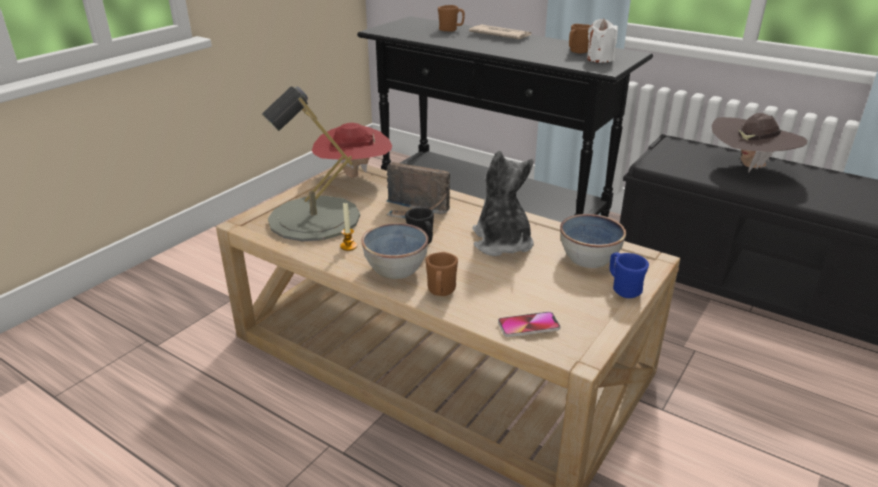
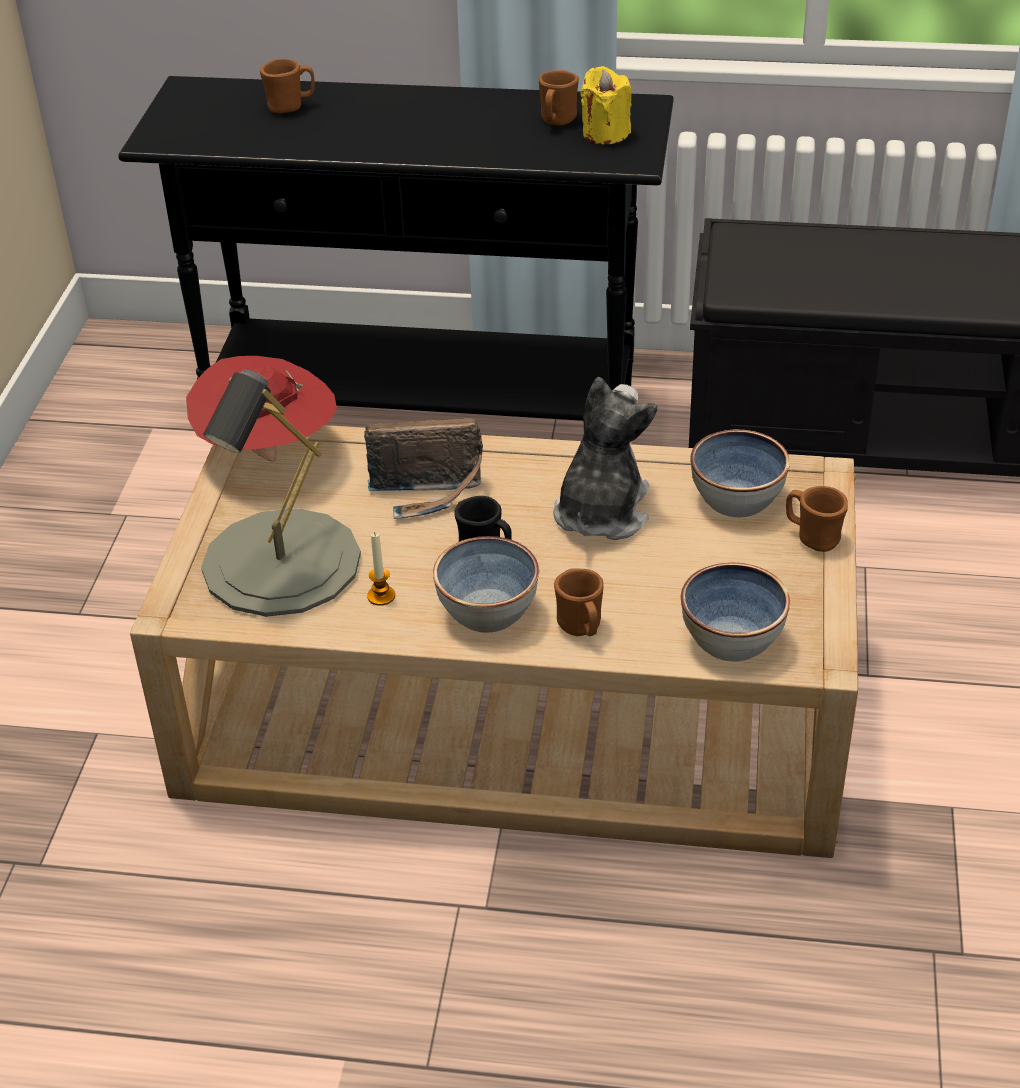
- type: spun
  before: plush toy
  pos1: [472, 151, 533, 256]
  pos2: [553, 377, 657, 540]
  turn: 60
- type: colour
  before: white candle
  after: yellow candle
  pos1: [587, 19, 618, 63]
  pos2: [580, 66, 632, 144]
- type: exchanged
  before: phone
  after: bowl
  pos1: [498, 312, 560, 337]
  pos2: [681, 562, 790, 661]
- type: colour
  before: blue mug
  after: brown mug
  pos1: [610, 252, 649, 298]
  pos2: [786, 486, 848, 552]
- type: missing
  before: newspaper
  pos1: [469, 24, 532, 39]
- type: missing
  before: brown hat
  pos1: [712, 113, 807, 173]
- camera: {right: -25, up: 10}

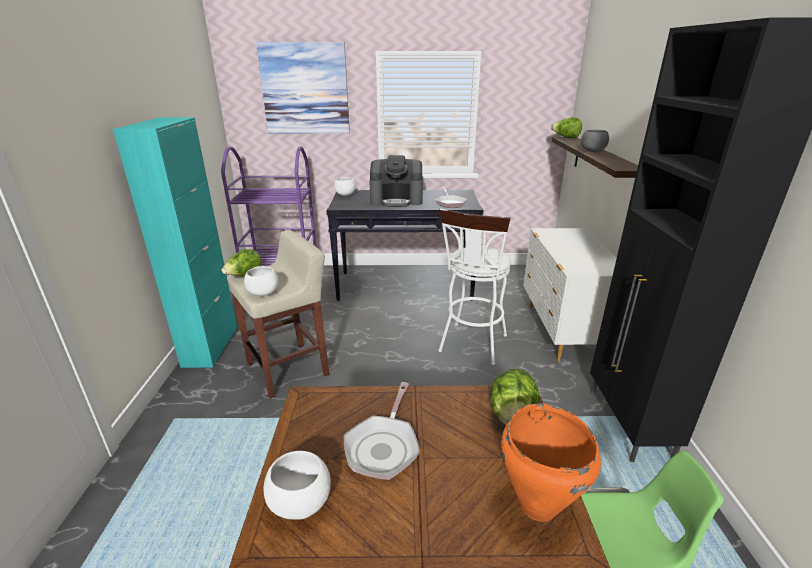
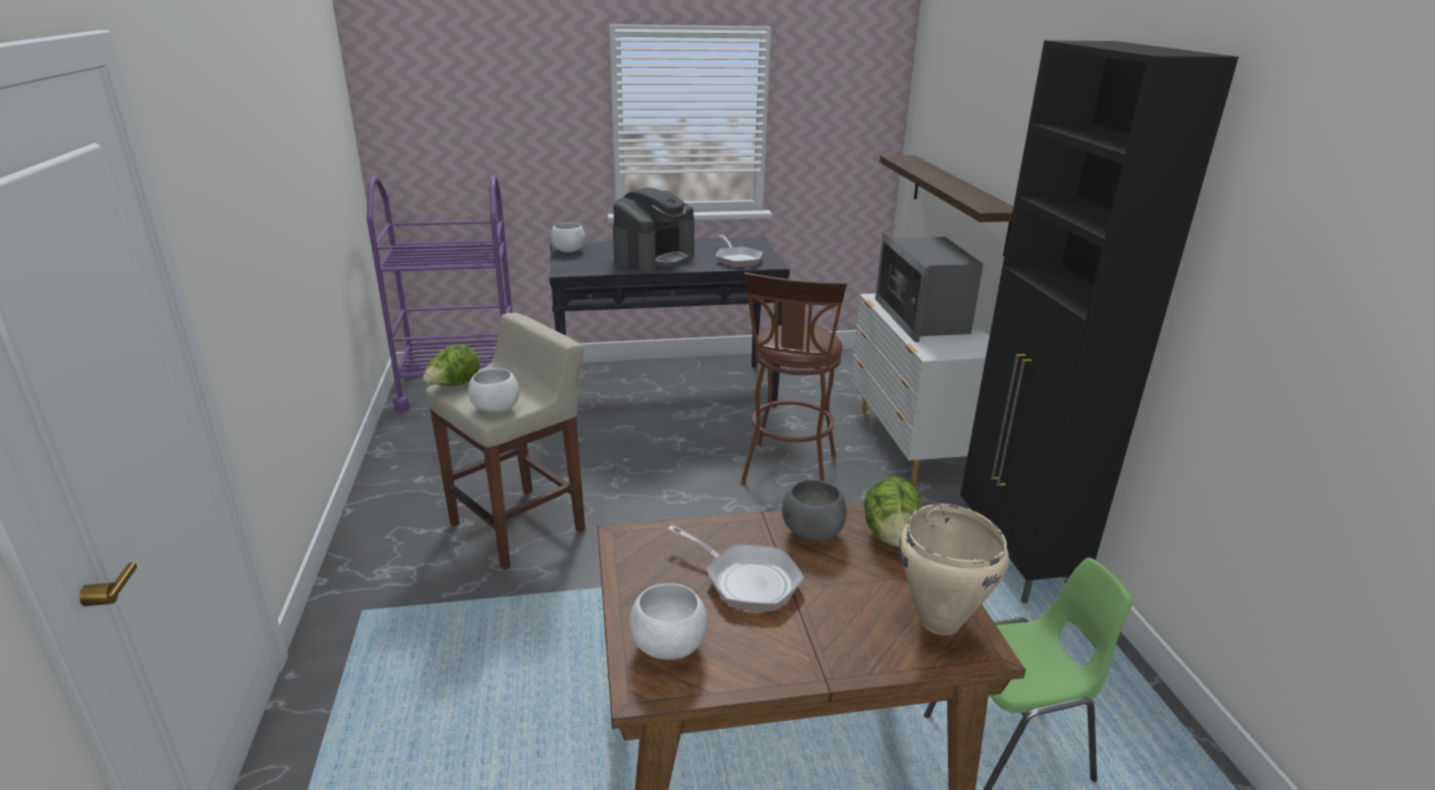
- type: spun
  before: coffee machine
  pos1: [369, 155, 423, 207]
  pos2: [613, 187, 694, 272]
  turn: -45
- type: spun
  before: frying pan
  pos1: [344, 382, 420, 480]
  pos2: [666, 525, 804, 611]
  turn: -60
- type: colour
  before: white stool
  after: brown stool
  pos1: [438, 208, 511, 365]
  pos2: [740, 272, 847, 485]
- type: relocated
  before: grey bowl
  pos1: [581, 130, 609, 152]
  pos2: [782, 479, 847, 541]
- type: appeared
  after: microwave
  pos2: [875, 232, 983, 342]
- type: colour
  before: orange cooking pot
  after: beige cooking pot
  pos1: [501, 403, 601, 522]
  pos2: [899, 504, 1009, 635]
- type: missing
  before: turquoise cabinet
  pos1: [113, 117, 237, 368]
- type: missing
  before: picture
  pos1: [256, 42, 350, 134]
- type: missing
  before: lettuce
  pos1: [551, 117, 582, 138]
- camera: {right: -10, up: 0}

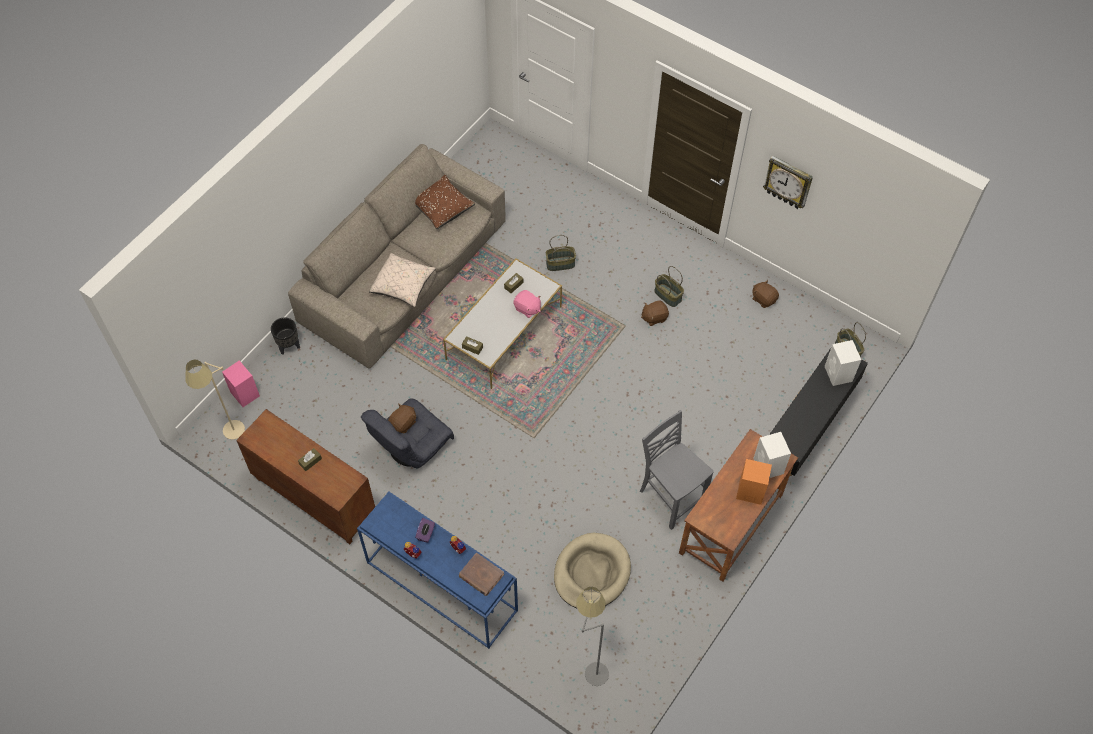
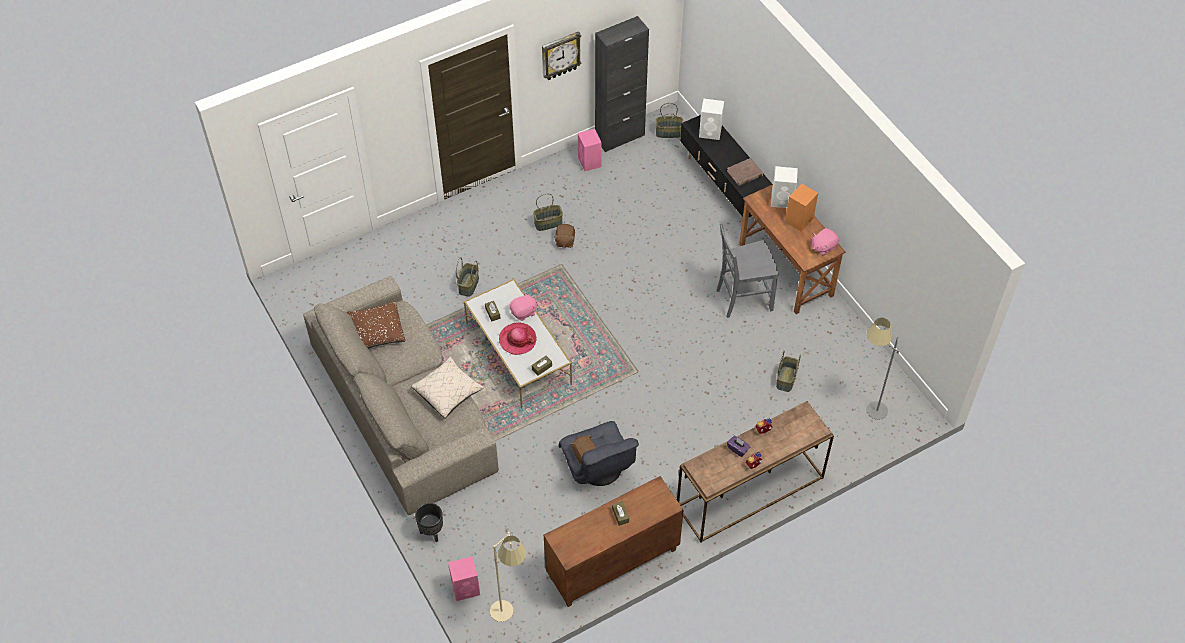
- type: appeared
  after: hat
  pos2: [499, 323, 536, 355]
- type: exchanged
  before: brown plush toy
  after: pink speaker
  pos1: [753, 280, 779, 308]
  pos2: [578, 129, 602, 171]
- type: appeared
  after: black cabinet
  pos2: [595, 16, 649, 152]
- type: colour
  before: blue console table
  after: brown console table
  pos1: [357, 492, 518, 649]
  pos2: [677, 401, 834, 543]
- type: relocated
  before: brown book
  pos1: [459, 553, 504, 596]
  pos2: [727, 158, 763, 186]
- type: exchanged
  before: beige dog bed
  after: basket
  pos1: [554, 533, 631, 608]
  pos2: [776, 350, 801, 392]
- type: appeared
  after: pink plush toy
  pos2: [812, 228, 839, 256]
- camera: {right: -65, up: -5}

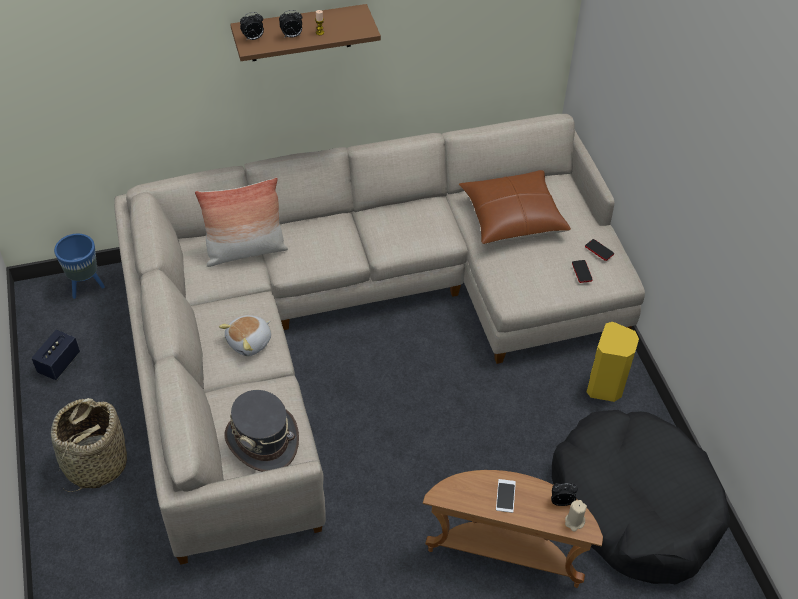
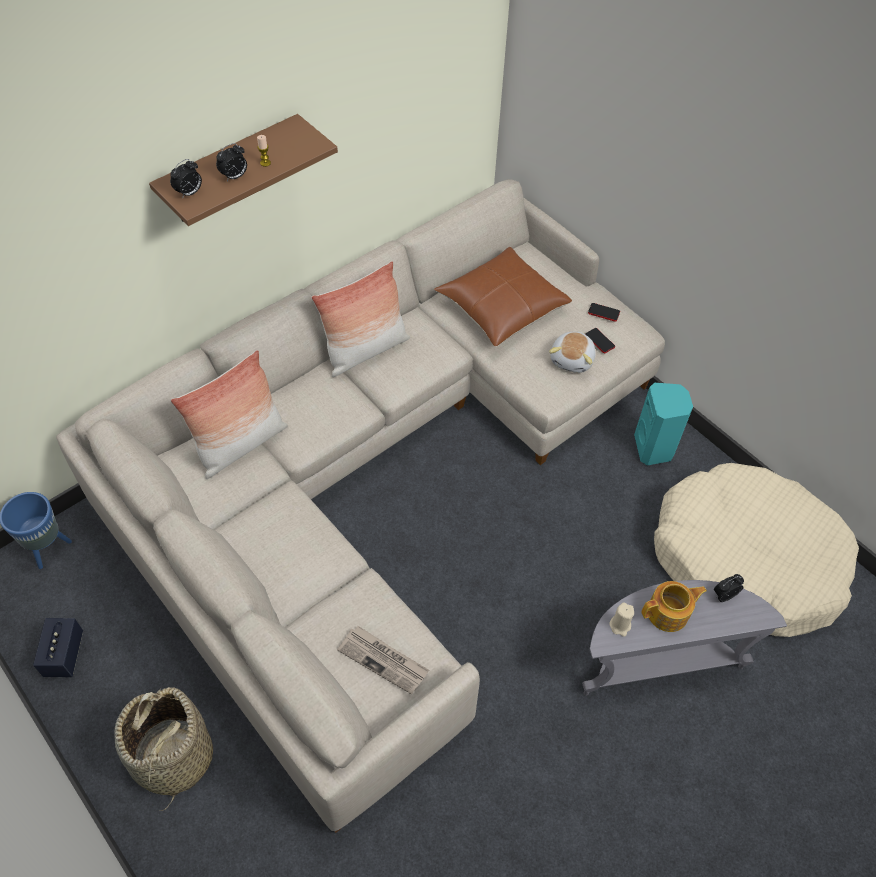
- type: appeared
  after: pillow
  pos2: [311, 261, 410, 377]
- type: exchanged
  before: grey hat
  after: newspaper
  pos1: [225, 390, 299, 472]
  pos2: [337, 626, 429, 695]
- type: relocated
  before: plush toy
  pos1: [219, 315, 271, 356]
  pos2: [549, 331, 596, 373]
- type: colour
  before: brown side table
  after: grey side table
  pos1: [423, 470, 603, 588]
  pos2: [582, 580, 787, 696]
- type: relocated
  before: beige candle
  pos1: [565, 500, 587, 532]
  pos2: [609, 602, 634, 637]
- type: colour
  before: yellow speaker
  after: turquoise speaker
  pos1: [587, 322, 639, 402]
  pos2: [634, 383, 693, 465]
- type: exchanged
  before: phone
  after: teapot
  pos1: [496, 479, 516, 513]
  pos2: [642, 581, 707, 632]
- type: colour
  before: black dog bed
  after: beige dog bed
  pos1: [552, 410, 730, 584]
  pos2: [654, 463, 859, 637]
- camera: {right: -25, up: 5}

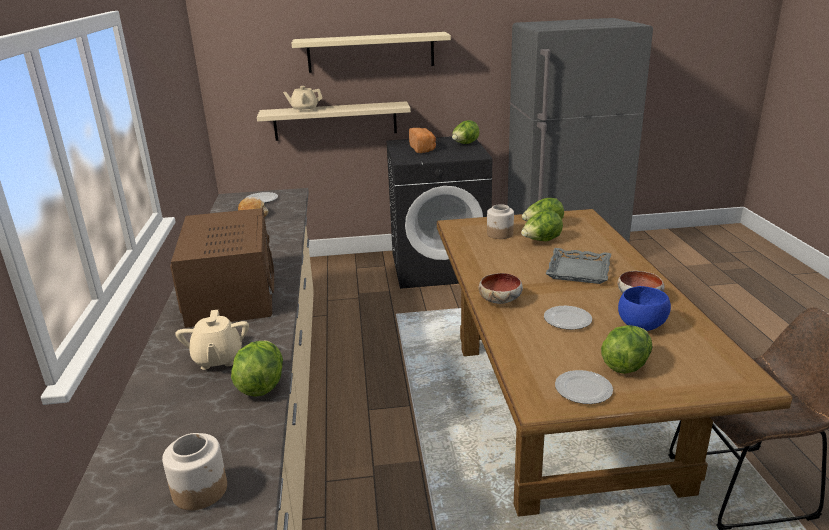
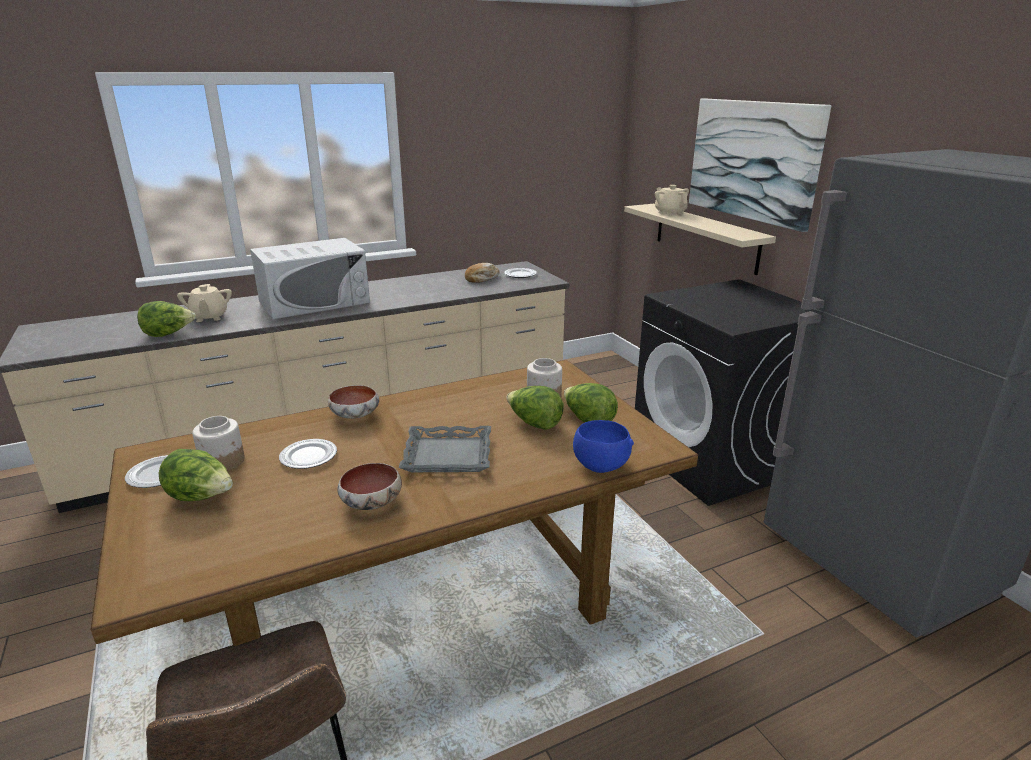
- type: spun
  before: beige teapot
  pos1: [175, 310, 249, 370]
  pos2: [177, 284, 232, 322]
  turn: -75
- type: relocated
  before: jar
  pos1: [162, 433, 227, 510]
  pos2: [192, 416, 245, 471]
- type: colour
  before: brown microwave
  after: white microwave
  pos1: [170, 208, 274, 328]
  pos2: [250, 238, 370, 319]
- type: relocated
  before: blue bowl
  pos1: [618, 286, 671, 331]
  pos2: [573, 420, 634, 473]
- type: exchanged
  before: beige shelf
  after: picture
  pos1: [292, 32, 451, 73]
  pos2: [689, 99, 832, 232]
- type: missing
  before: bread
  pos1: [409, 128, 436, 153]
- type: missing
  before: lettuce
  pos1: [452, 120, 479, 144]
- camera: {right: 70, up: 0}

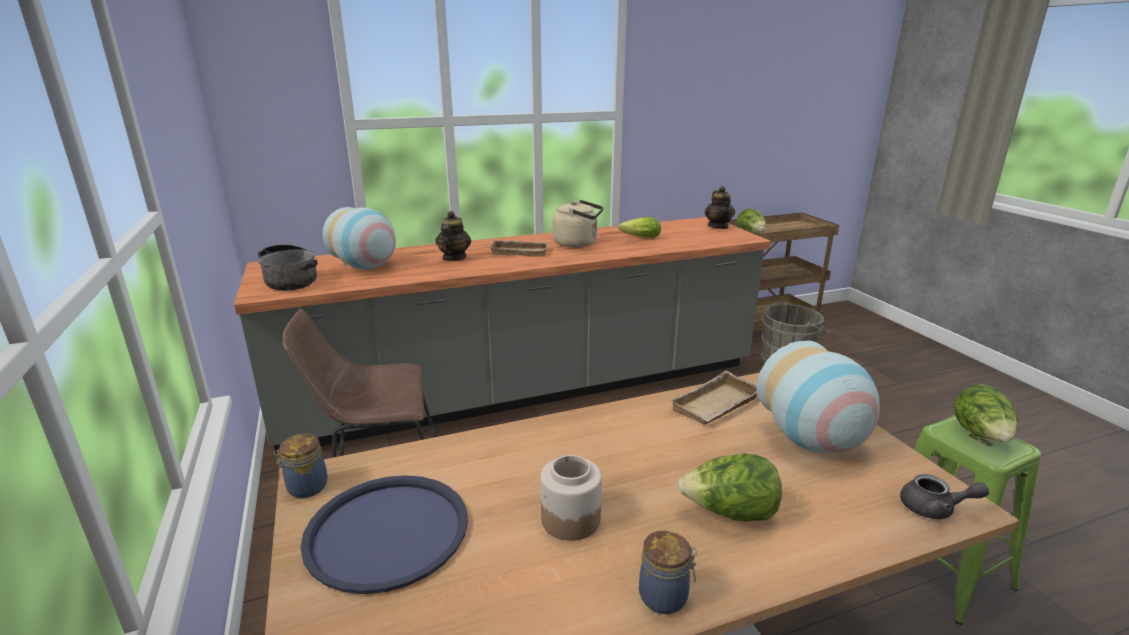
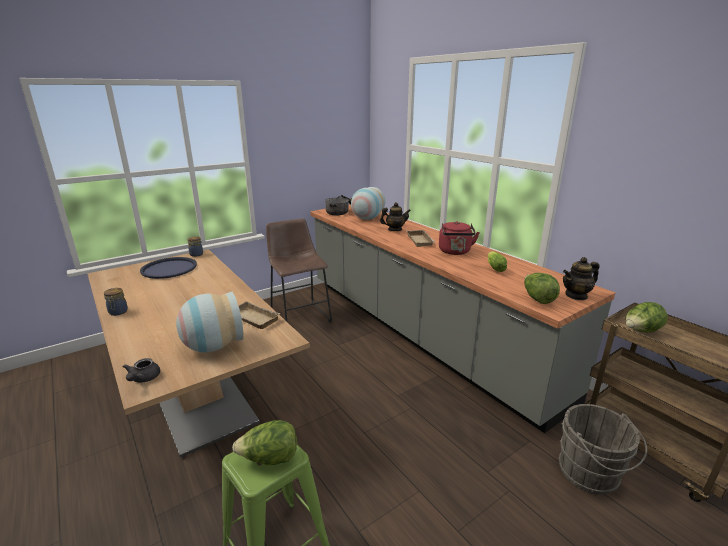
- type: colour
  before: beige kettle
  after: red kettle
  pos1: [553, 200, 604, 248]
  pos2: [439, 221, 480, 255]
- type: relocated
  before: lettuce
  pos1: [678, 454, 782, 522]
  pos2: [524, 273, 560, 304]
- type: missing
  before: jar
  pos1: [540, 455, 602, 541]
- camera: {right: 75, up: 0}

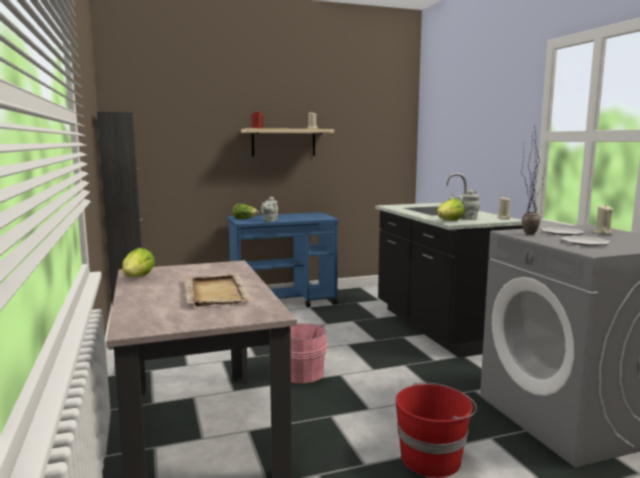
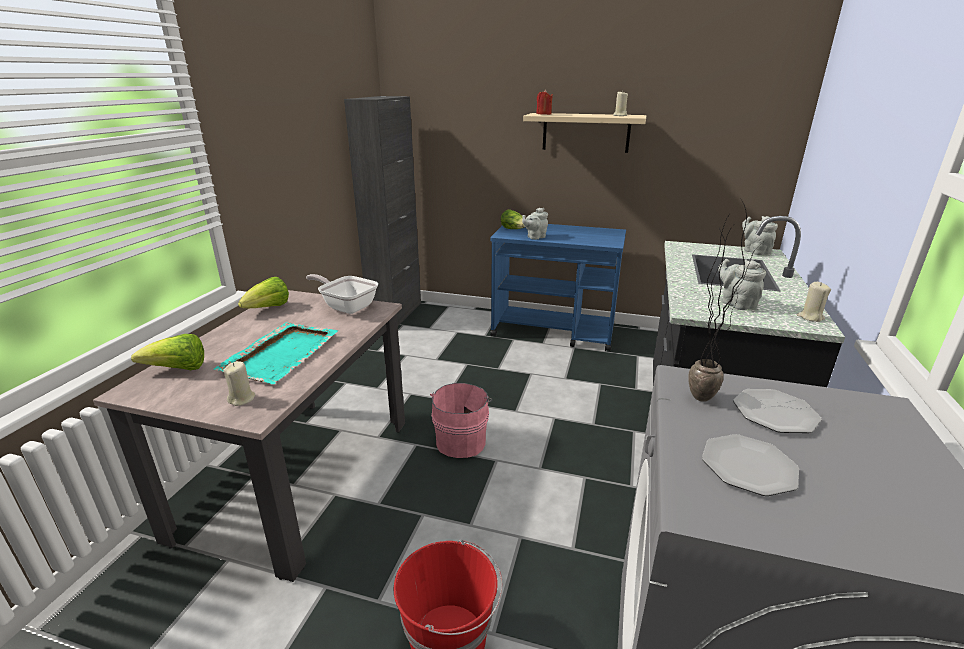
- type: relocated
  before: lettuce
  pos1: [437, 198, 465, 221]
  pos2: [131, 334, 204, 370]
- type: colour
  before: beige tray
  after: turquoise tray
  pos1: [183, 273, 253, 307]
  pos2: [213, 322, 338, 384]
- type: relocated
  before: beige candle
  pos1: [592, 204, 613, 235]
  pos2: [223, 361, 255, 406]
- type: appeared
  after: frying pan
  pos2: [306, 274, 379, 314]
- type: appeared
  after: grey teapot
  pos2: [742, 216, 778, 255]
- camera: {right: 35, up: 15}

